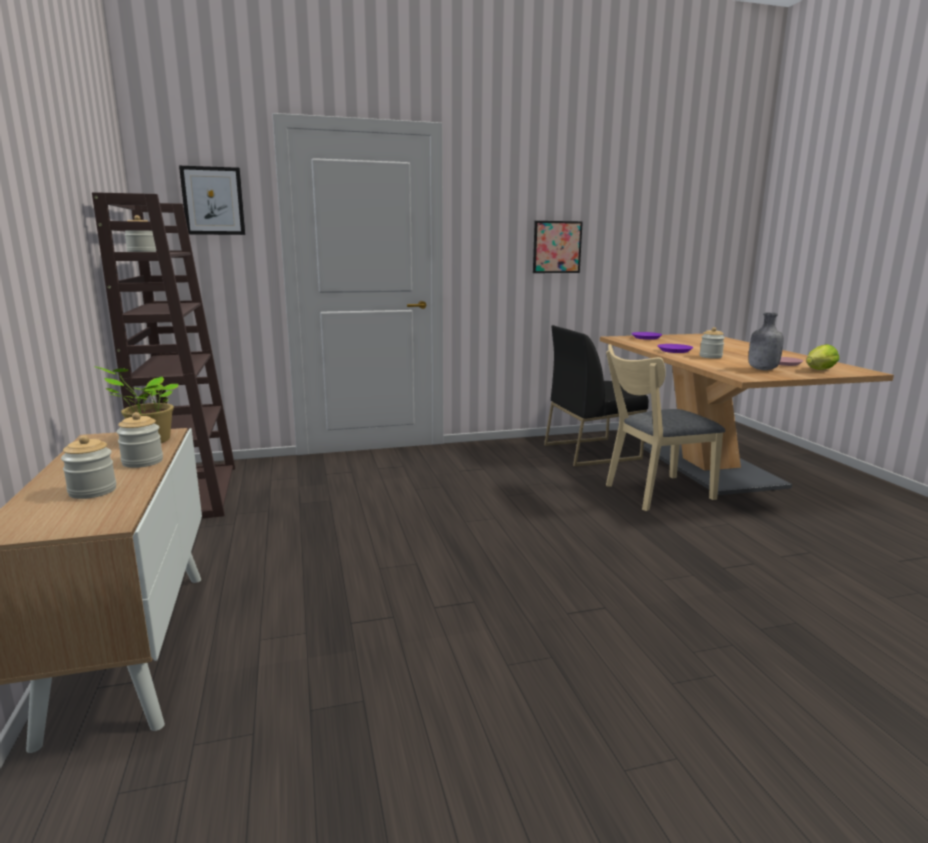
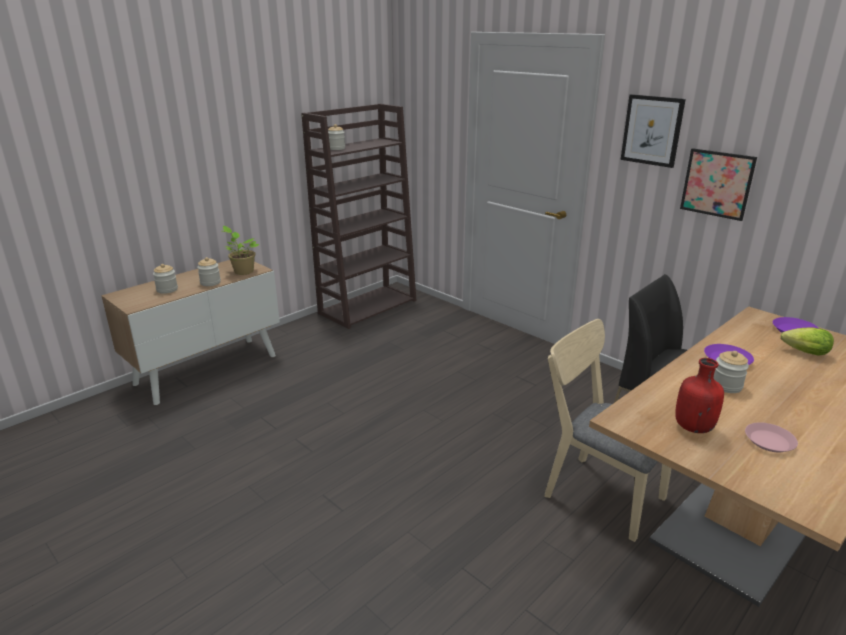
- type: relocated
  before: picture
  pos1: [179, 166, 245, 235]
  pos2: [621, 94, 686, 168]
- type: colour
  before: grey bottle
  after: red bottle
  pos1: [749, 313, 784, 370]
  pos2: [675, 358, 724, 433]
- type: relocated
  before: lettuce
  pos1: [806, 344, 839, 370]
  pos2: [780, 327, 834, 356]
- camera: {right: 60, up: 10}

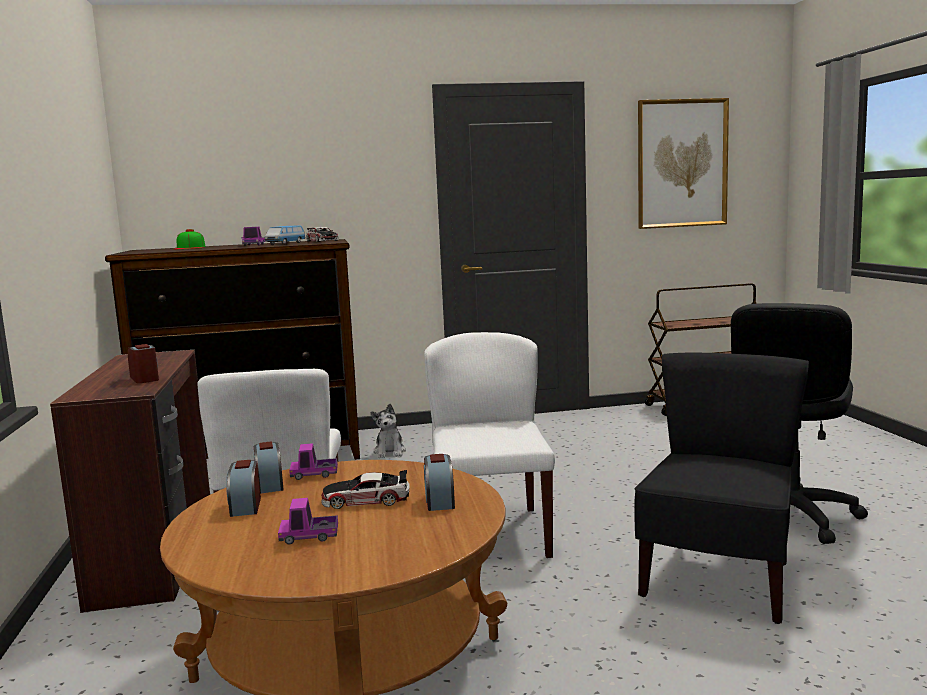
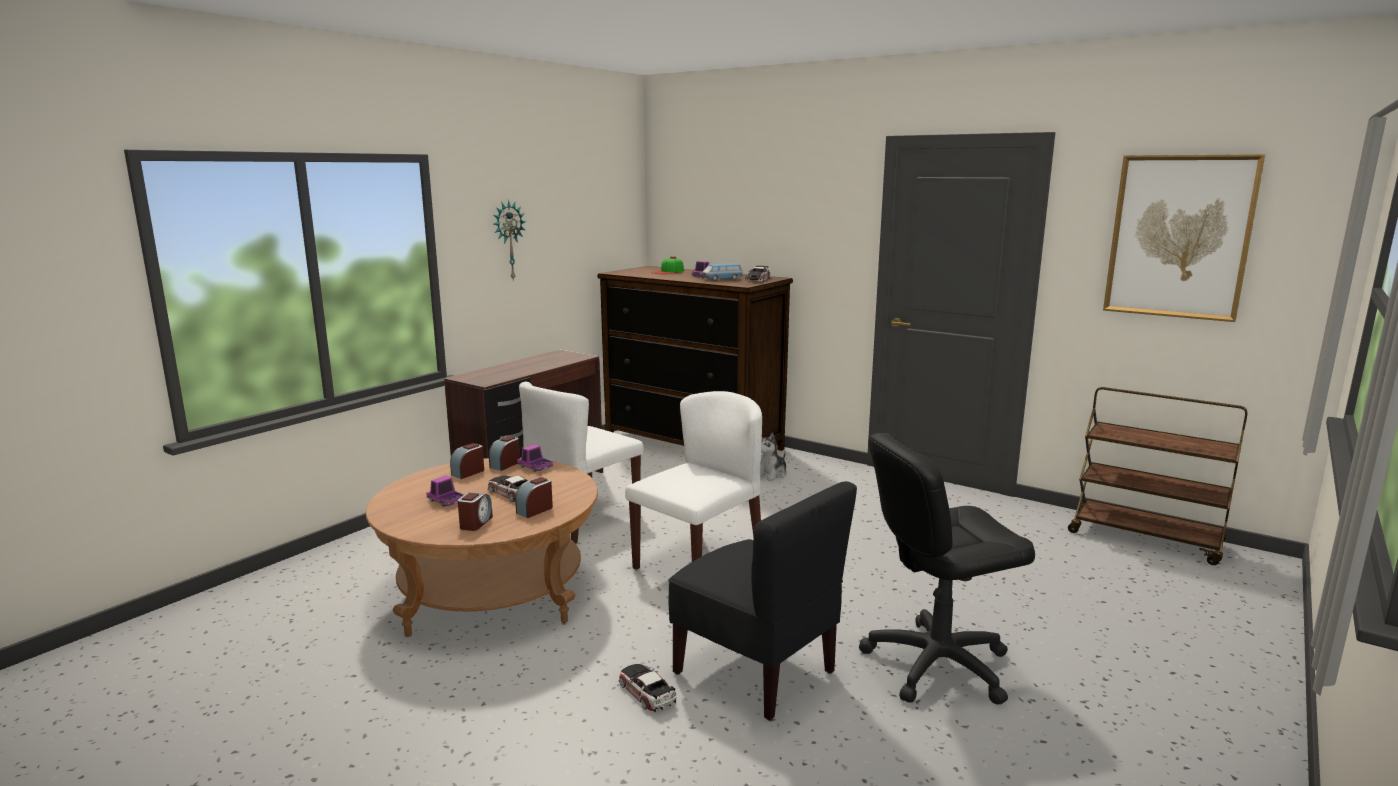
- type: relocated
  before: alarm clock
  pos1: [128, 344, 159, 383]
  pos2: [458, 492, 493, 531]
- type: appeared
  after: wall clock
  pos2: [493, 200, 526, 281]
- type: appeared
  after: toy car
  pos2: [619, 664, 677, 712]
- type: spun
  before: black chair
  pos1: [634, 353, 809, 624]
  pos2: [668, 481, 857, 720]
  turn: 60
- camera: {right: 45, up: 5}

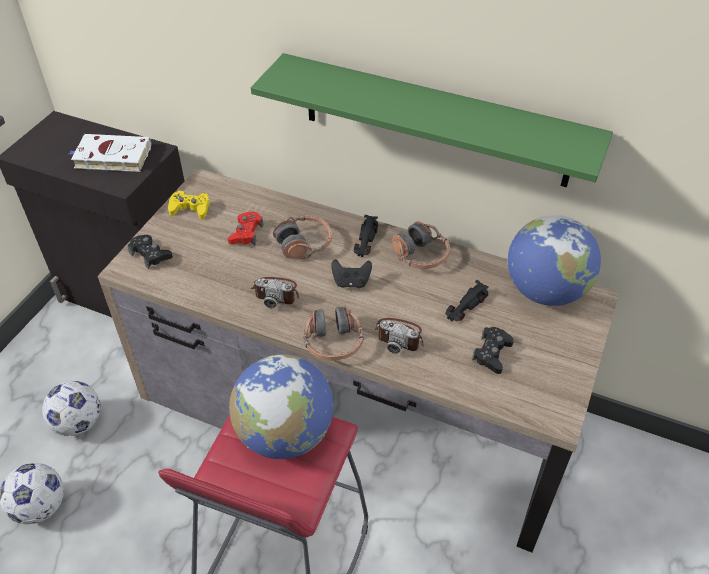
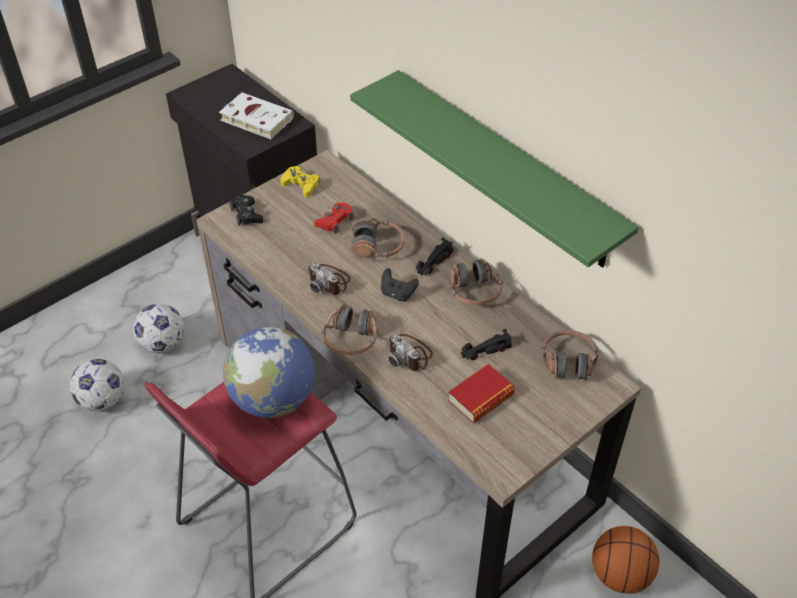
- type: exchanged
  before: black game controller
  after: book
  pos1: [472, 327, 514, 374]
  pos2: [448, 364, 515, 423]
- type: exchanged
  before: globe
  after: headphones
  pos1: [507, 215, 601, 306]
  pos2: [542, 330, 599, 381]
- type: appeared
  after: basketball
  pos2: [592, 526, 660, 594]
- camera: {right: 25, up: 0}

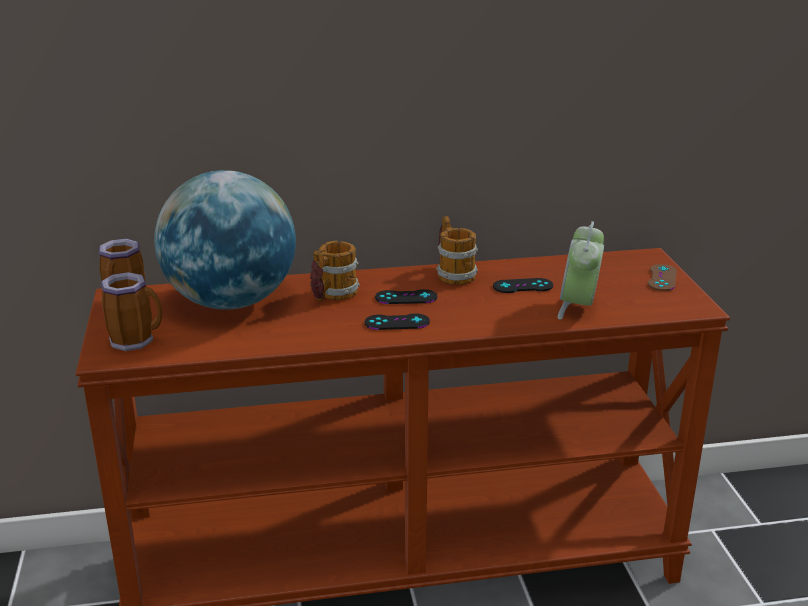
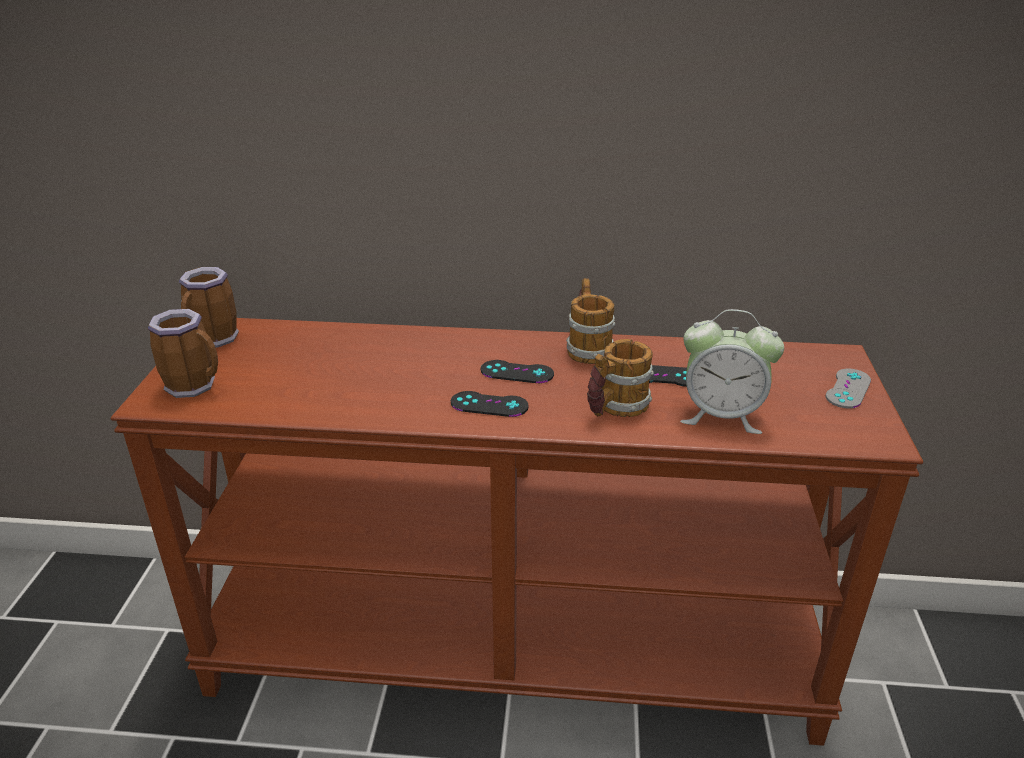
- type: relocated
  before: mug
  pos1: [310, 241, 360, 302]
  pos2: [587, 339, 654, 417]
- type: spun
  before: alarm clock
  pos1: [558, 221, 604, 320]
  pos2: [680, 309, 784, 434]
  turn: -105
- type: colour
  before: brown game controller
  after: grey game controller
  pos1: [648, 264, 677, 291]
  pos2: [826, 368, 871, 409]
- type: missing
  before: globe
  pos1: [154, 170, 296, 310]
- camera: {right: 15, up: 5}

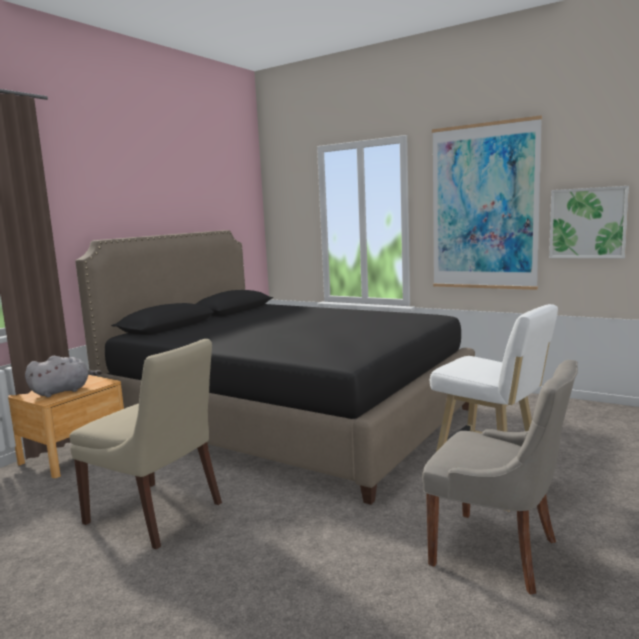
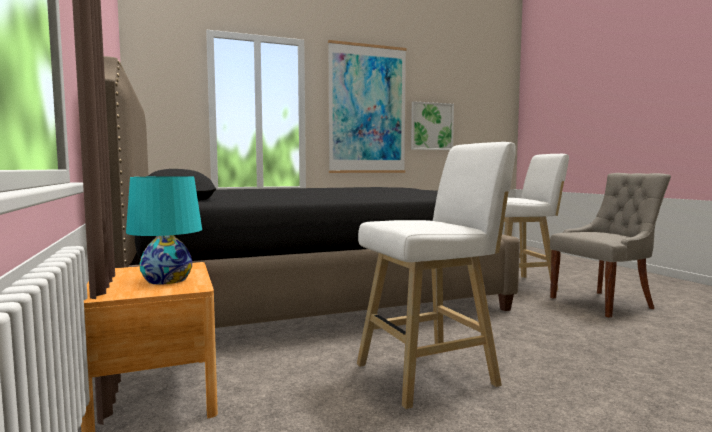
- type: exchanged
  before: grey plush toy
  after: turquoise table lamp
  pos1: [25, 356, 102, 397]
  pos2: [126, 176, 202, 284]
- type: exchanged
  before: beige chair
  after: white stool
  pos1: [69, 339, 222, 549]
  pos2: [357, 142, 516, 409]
- camera: {right: -55, up: -5}

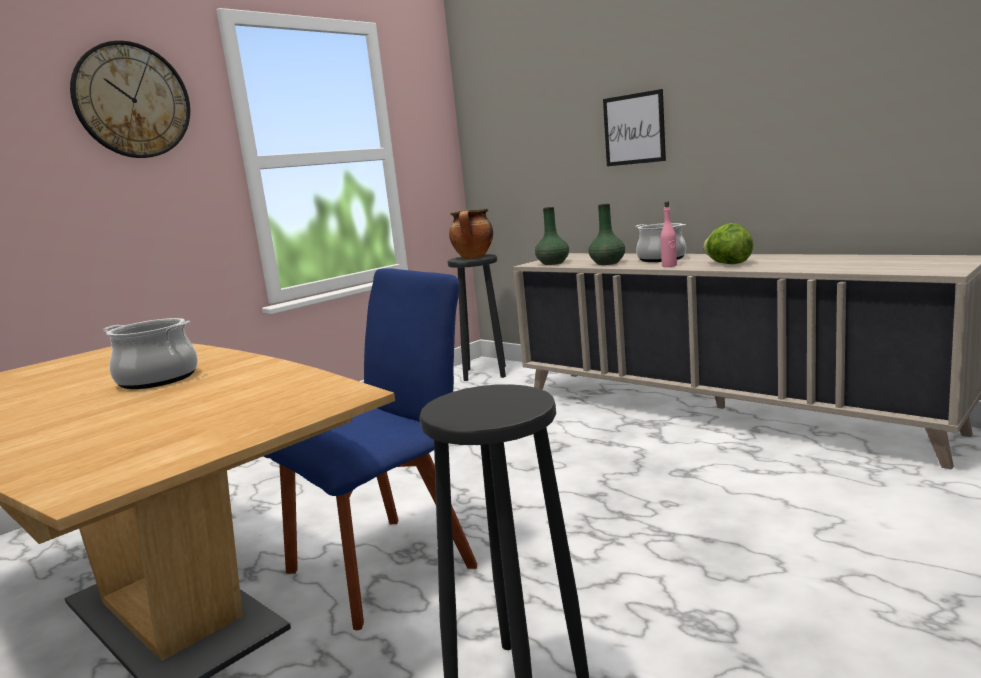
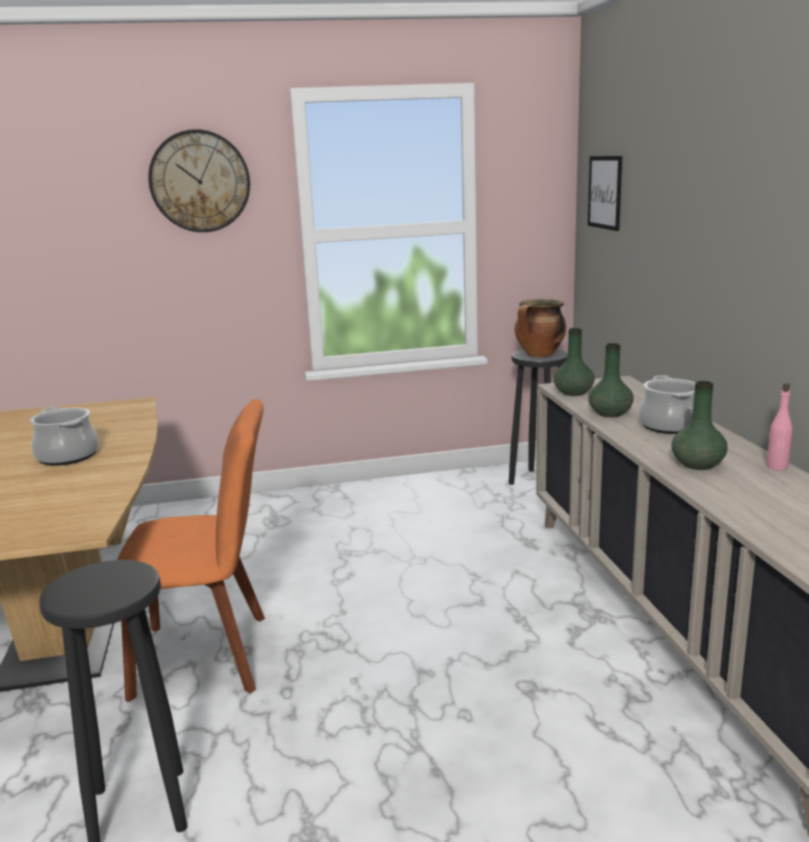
- type: colour
  before: blue chair
  after: orange chair
  pos1: [264, 268, 477, 630]
  pos2: [117, 399, 265, 702]
- type: relocated
  before: picture
  pos1: [603, 89, 666, 166]
  pos2: [588, 156, 622, 231]
- type: exchanged
  before: lettuce
  after: green vase
  pos1: [703, 223, 753, 264]
  pos2: [671, 381, 728, 470]
- type: relocated
  before: pink bottle
  pos1: [661, 201, 677, 267]
  pos2: [766, 383, 793, 471]
- camera: {right: 35, up: 5}

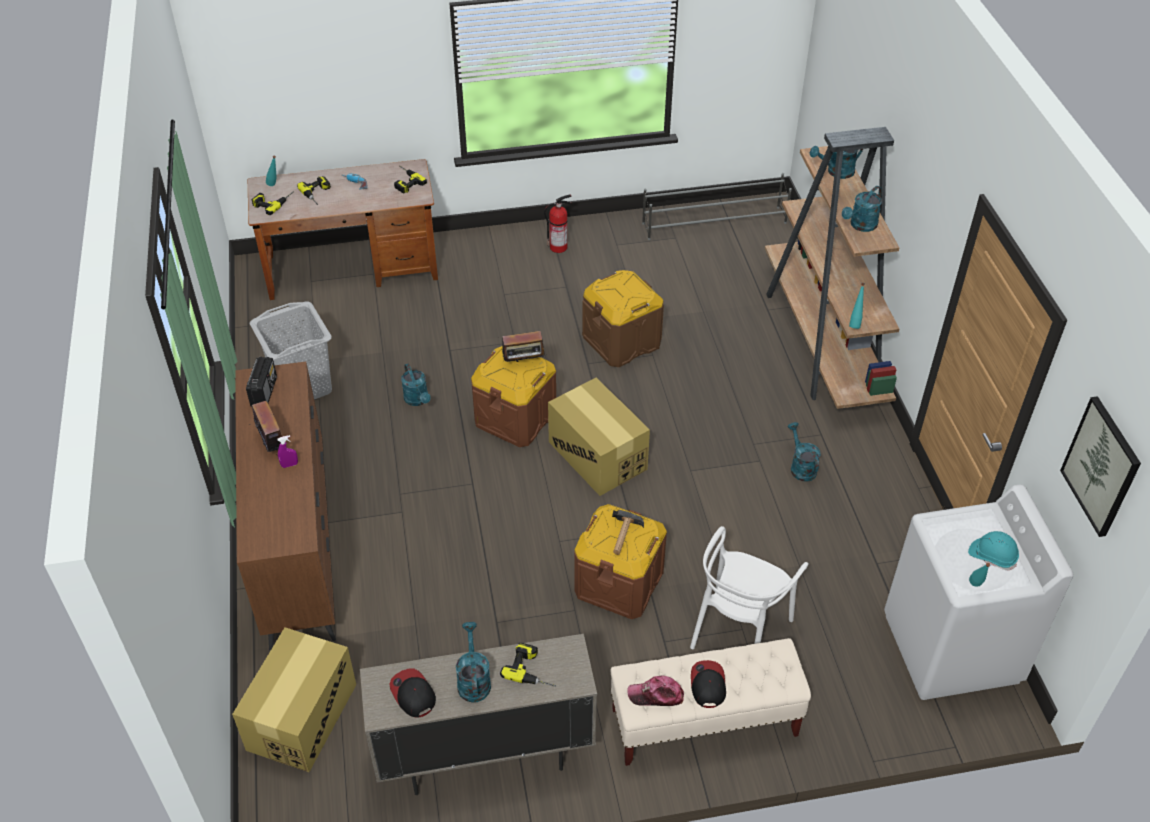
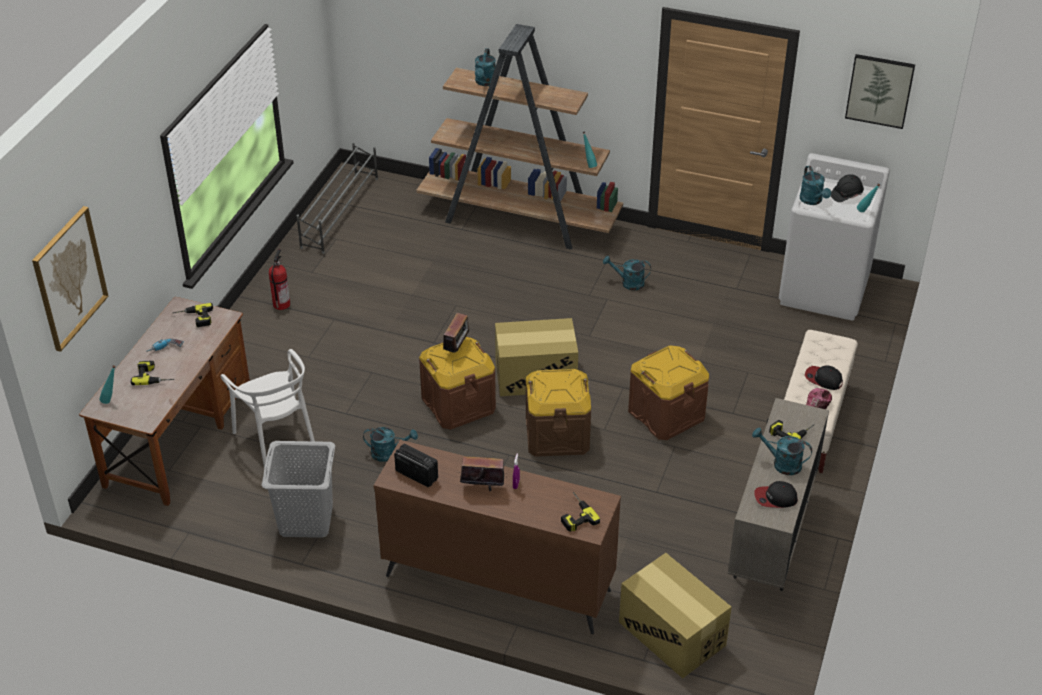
- type: appeared
  after: picture
  pos2: [32, 206, 109, 352]
- type: relocated
  before: white chair
  pos1: [690, 526, 809, 649]
  pos2: [220, 349, 315, 468]
- type: relocated
  before: brown storage box
  pos1: [582, 270, 664, 367]
  pos2: [526, 369, 591, 457]
- type: relocated
  before: power drill
  pos1: [252, 191, 294, 215]
  pos2: [561, 492, 600, 532]
- type: relocated
  before: turquoise watering can
  pos1: [842, 186, 882, 232]
  pos2: [800, 166, 831, 205]
- type: colour
  before: turquoise hard hat
  after: black hard hat
  pos1: [968, 531, 1019, 570]
  pos2: [831, 174, 864, 202]
- type: missing
  before: hammer
  pos1: [612, 510, 644, 555]
- camera: {right: -60, up: -5}

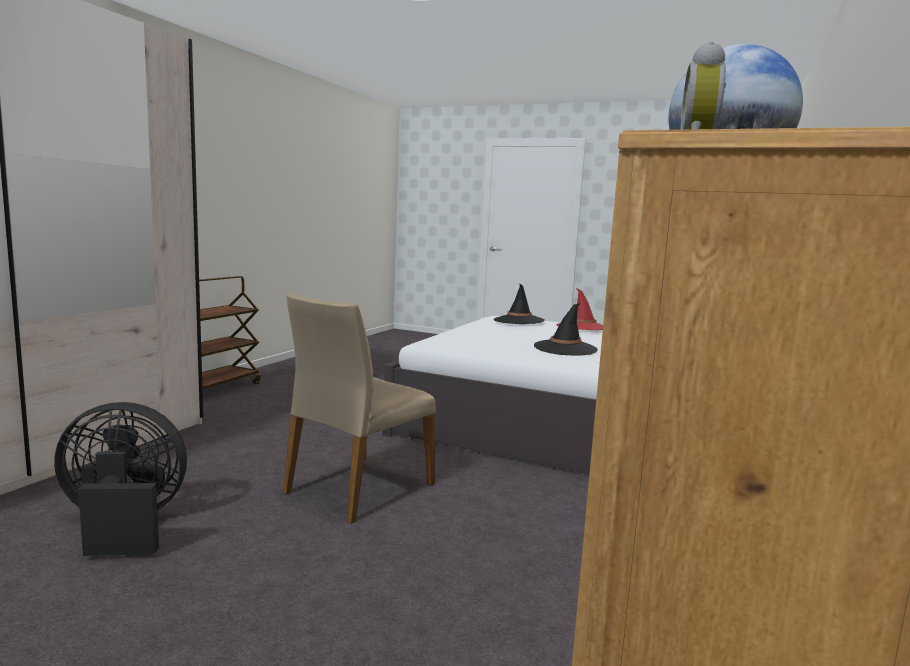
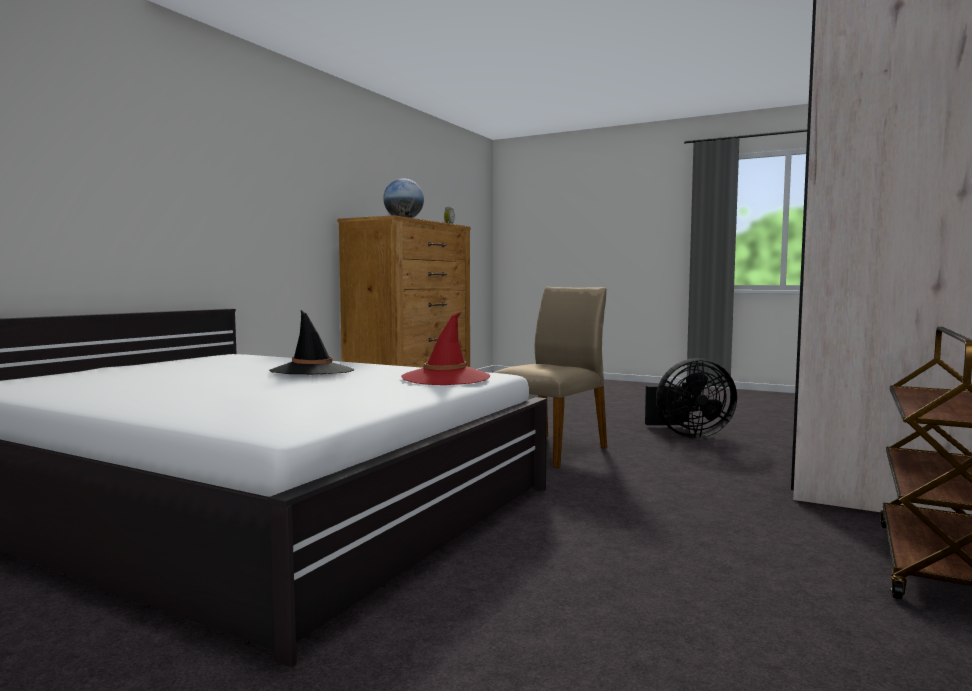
- type: relocated
  before: red hat
  pos1: [556, 288, 603, 330]
  pos2: [401, 312, 490, 385]
- type: missing
  before: black hat
  pos1: [494, 284, 545, 324]
- camera: {right: -175, up: -5}

